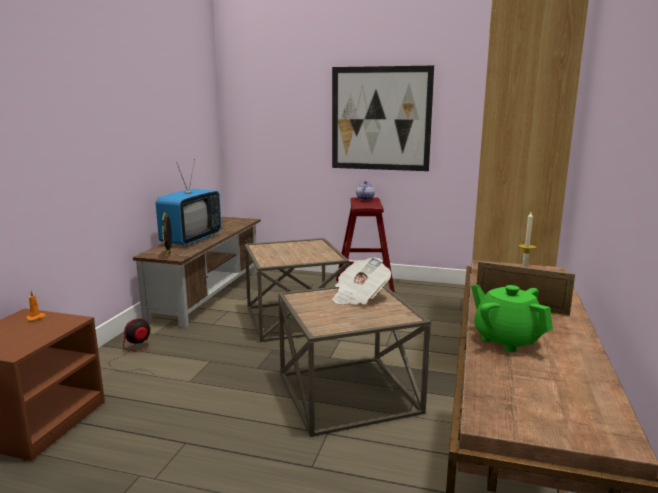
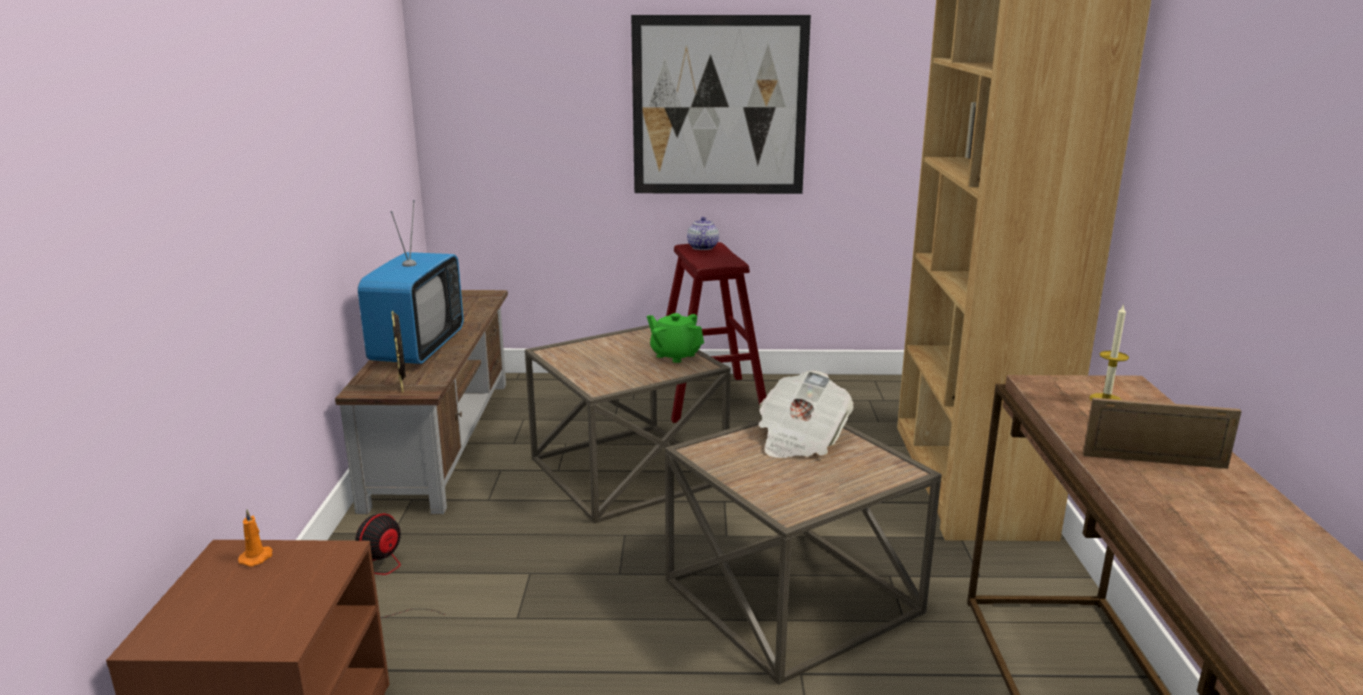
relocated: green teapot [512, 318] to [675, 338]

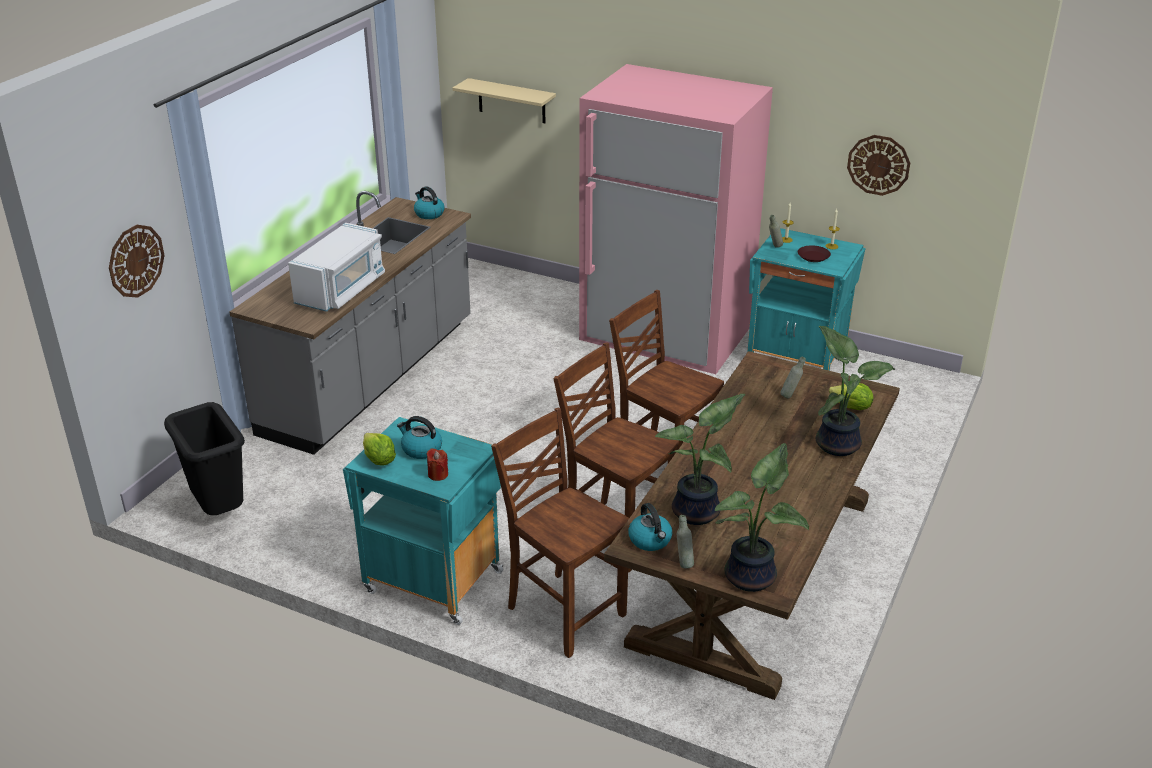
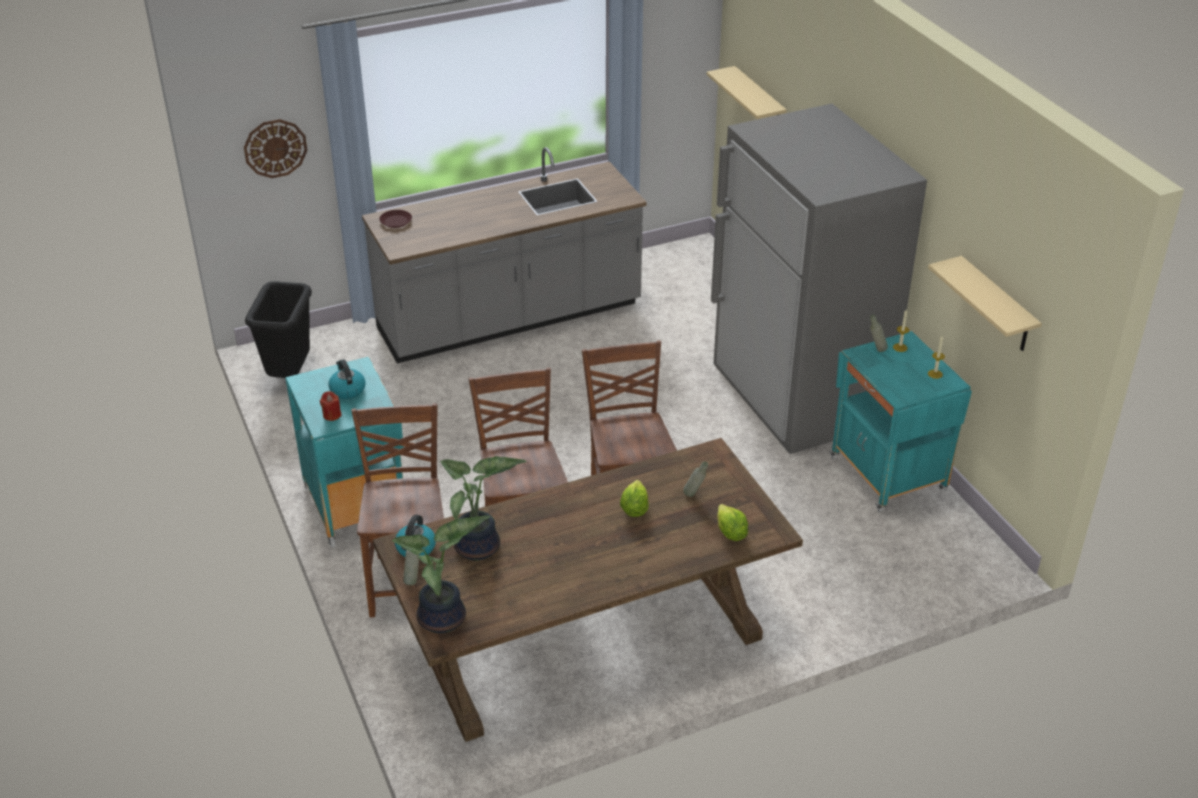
missing: kettle [429, 202]; white microwave [336, 267]; potted plant [855, 391]
relocated: brown plate [814, 253] to [395, 219]; lettuce [379, 449] to [634, 498]
exchanged: wall clock [878, 165] to beige shelf [985, 303]
colour: pink fridge [676, 219] to grey fridge [819, 279]

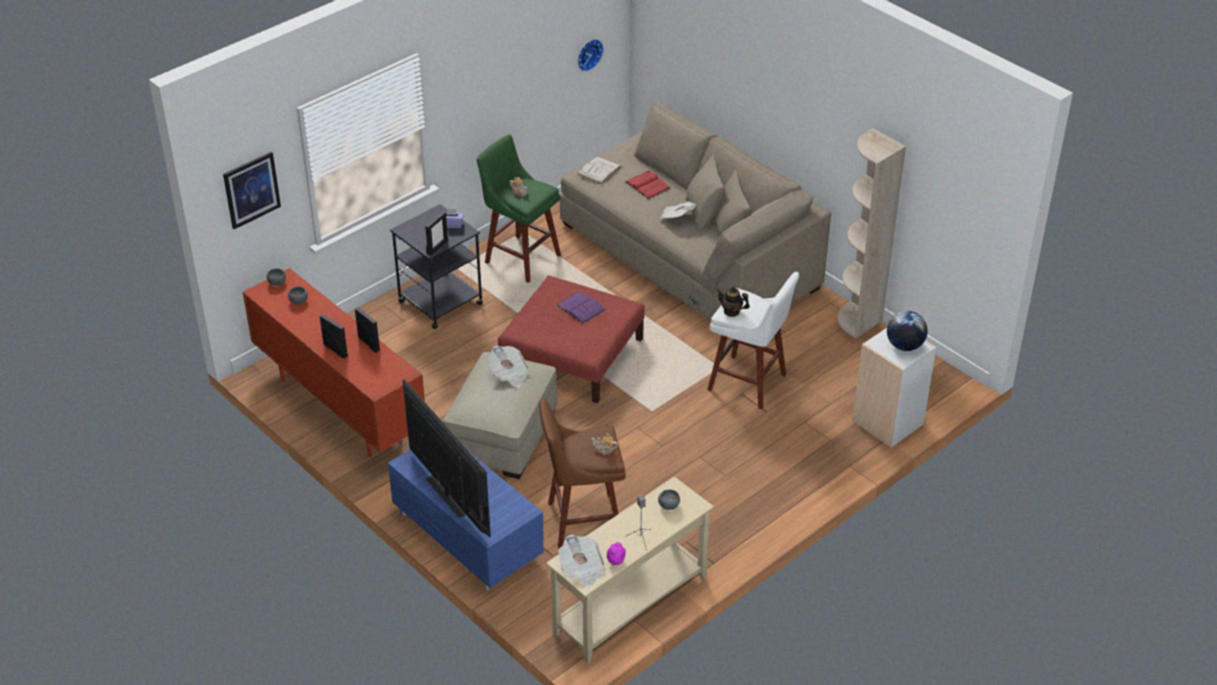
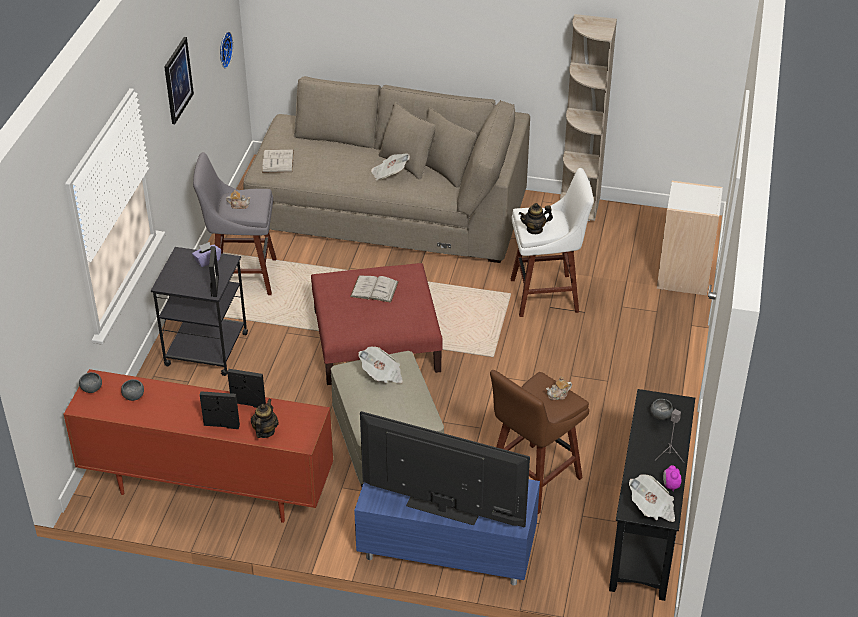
missing: red book [648, 185]; globe [907, 331]
appeared: teapot [264, 418]
relocated: picture [252, 190] to [179, 80]
colour: green stool [519, 208] to grey stool [235, 223]; purple book [581, 308] to white book [374, 289]; beige console table [630, 570] to black console table [652, 495]

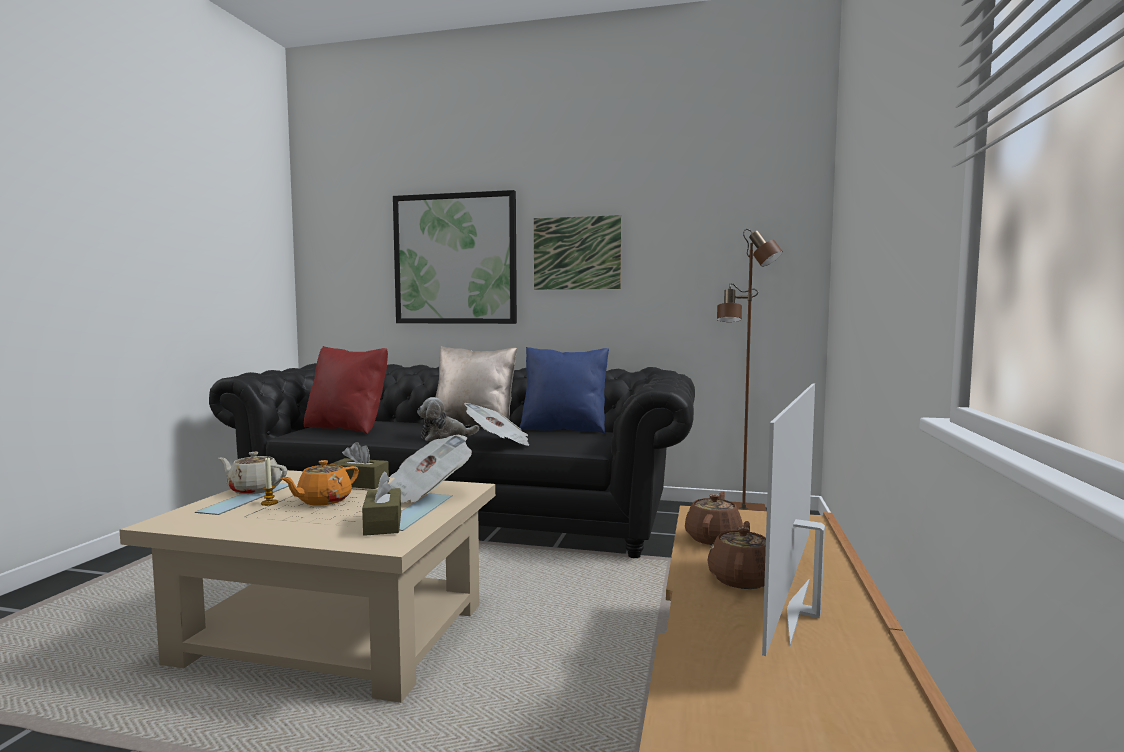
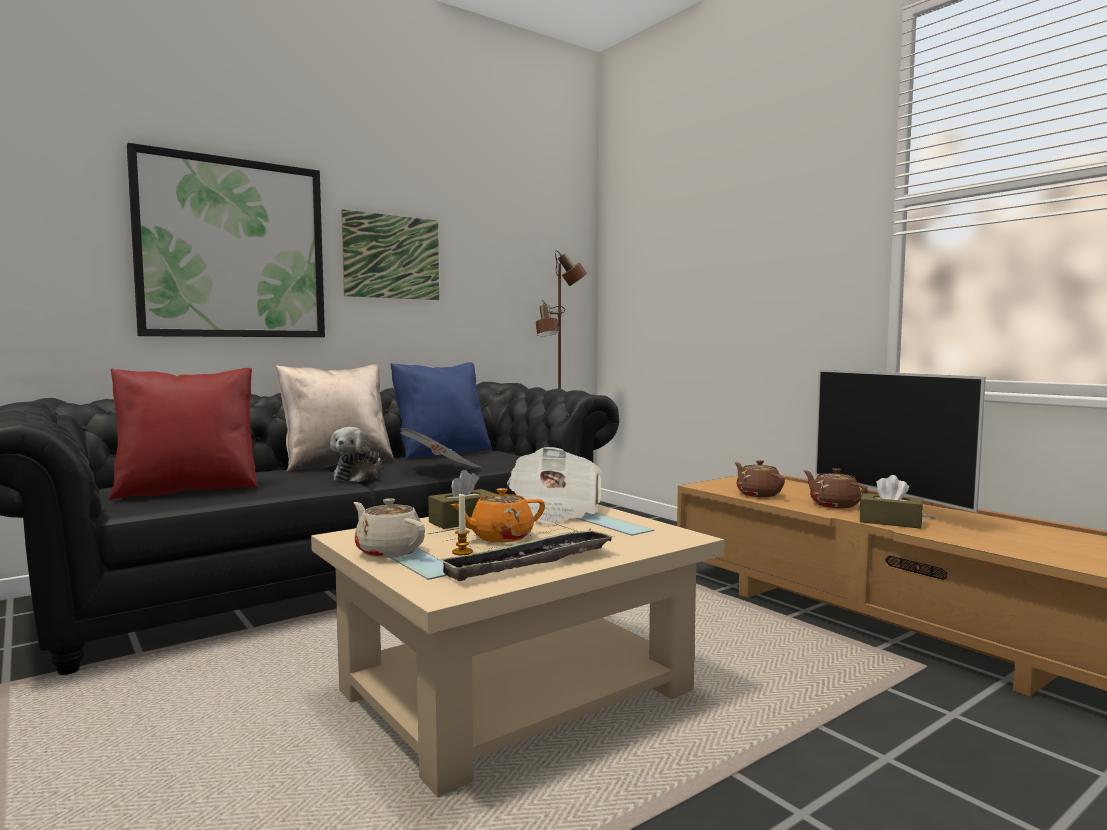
appeared: tray [526, 555]
relocated: brown tissue box [381, 503] to [891, 502]
spun: beige teapot [252, 473] = [389, 528] 75 degrees clockwise; orange teapot [319, 482] = [497, 515] 75 degrees clockwise

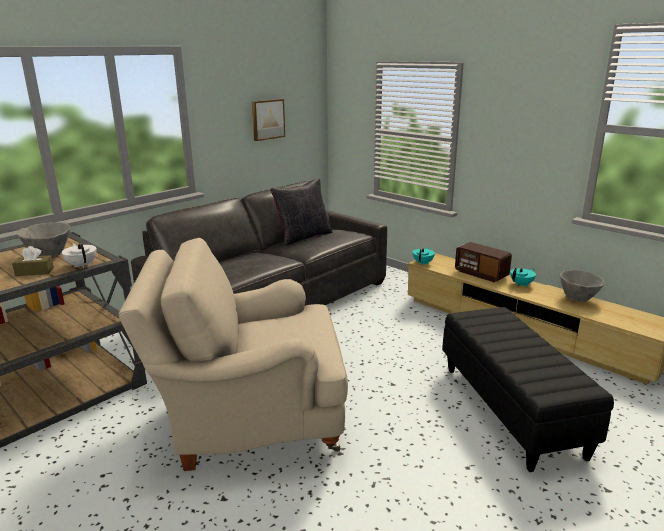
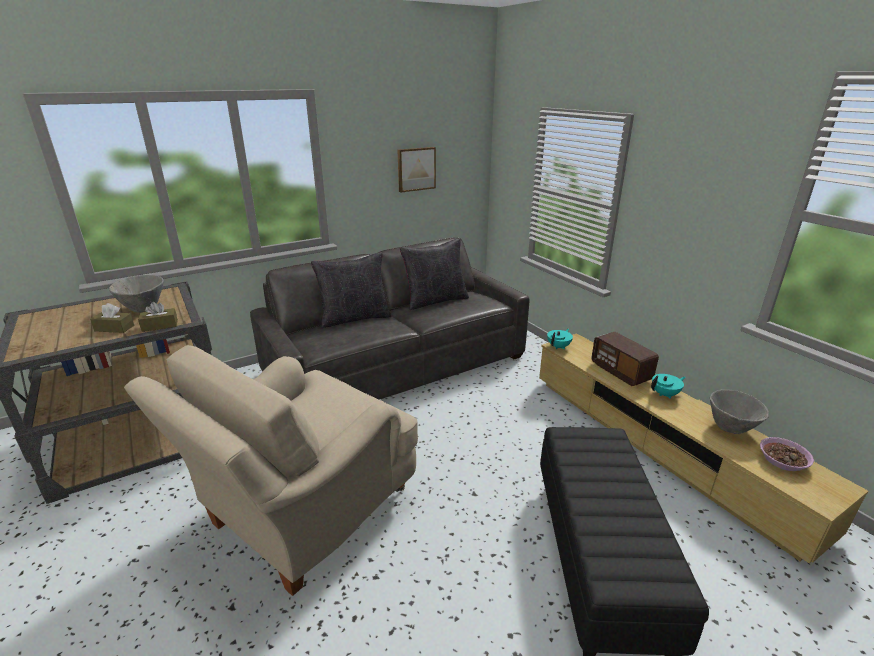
appeared: black pillow [351, 290]; bowl [787, 454]
exchanged: white teapot [79, 255] to brown tissue box [158, 317]
spun: beige armchair [233, 354] = [271, 470] 60 degrees counterclockwise

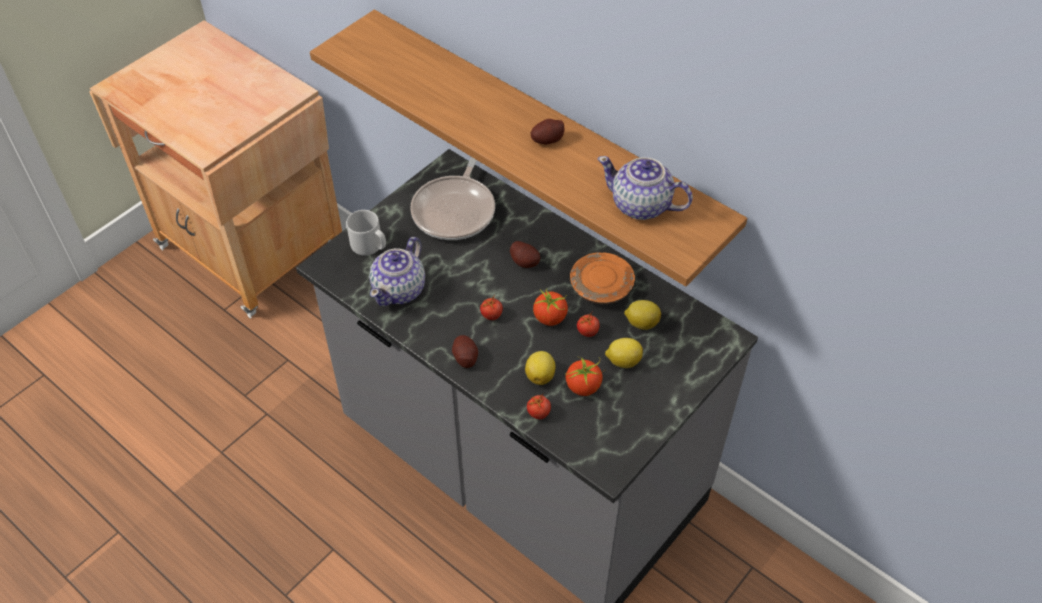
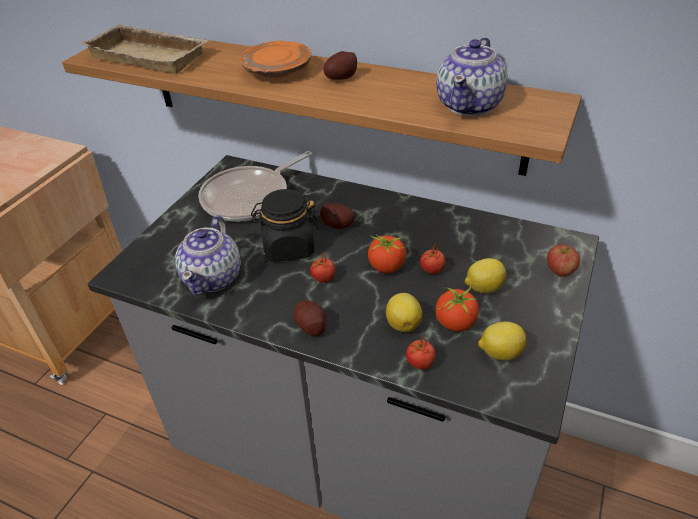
missing: grey mug [366, 233]
appeared: beige tray [144, 49]; black jar [285, 225]; apple [563, 260]
relocated: orange plate [602, 278] to [275, 60]; lemon [642, 315] to [502, 341]
spun: teapot [645, 188] = [472, 76] 75 degrees counterclockwise; frying pan [452, 198] = [255, 186] 45 degrees clockwise

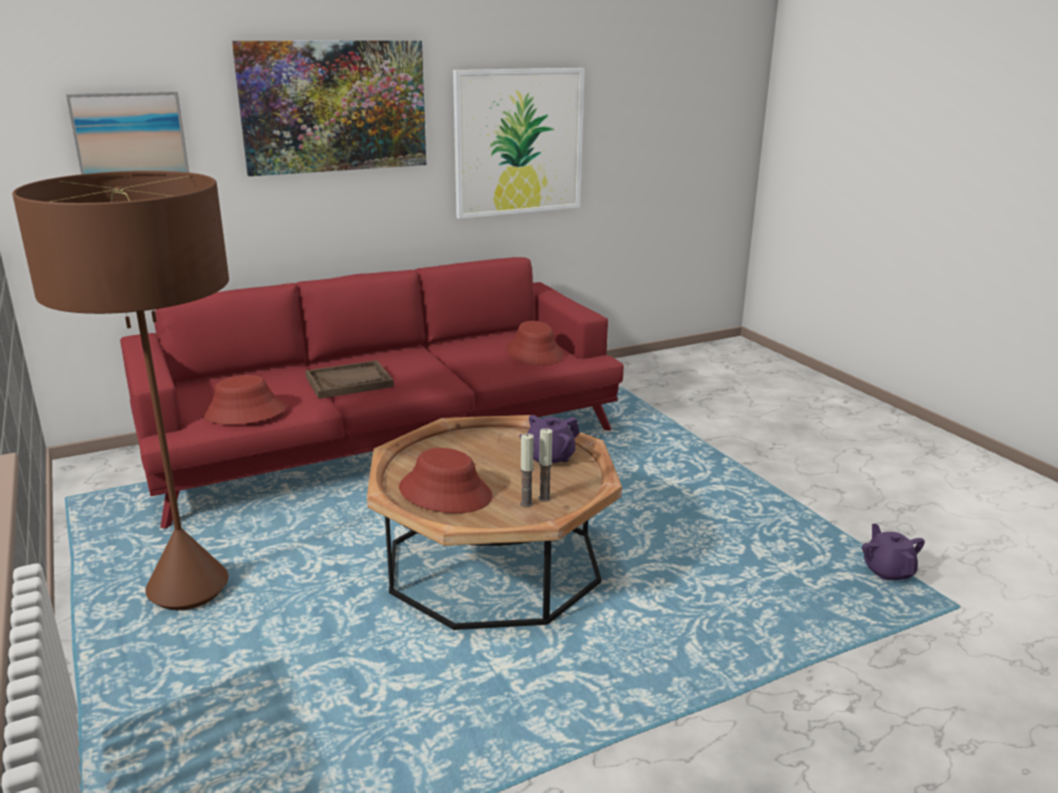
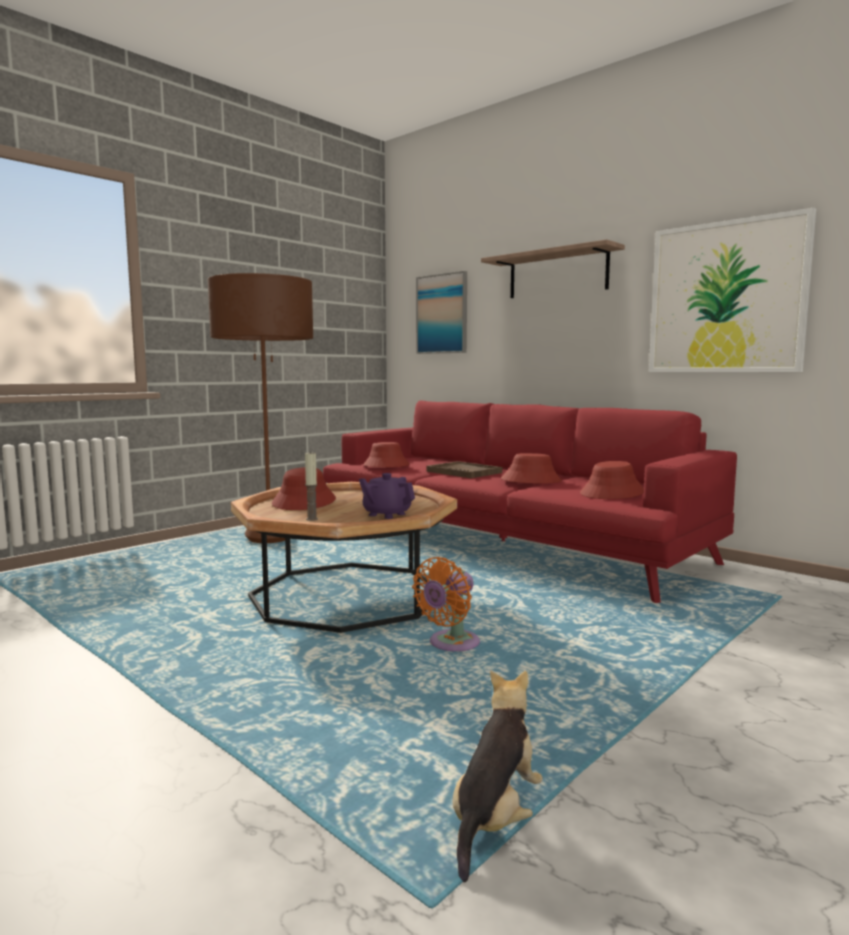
missing: candle [527, 470]
appeared: red hat [531, 468]; orange fan [446, 604]
exchanged: picture [329, 108] to shelf [553, 268]; purple teapot [893, 551] to plush toy [498, 776]

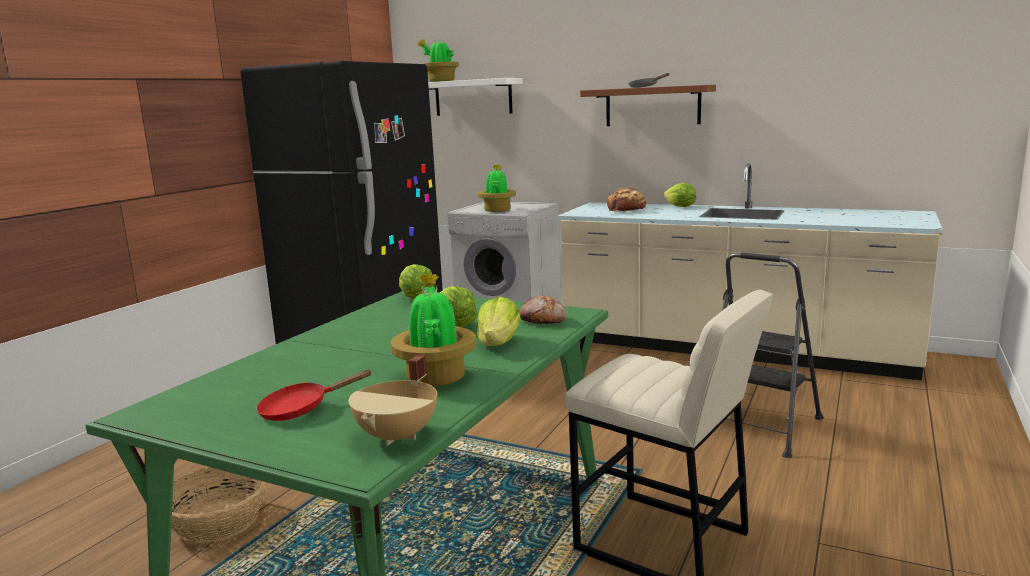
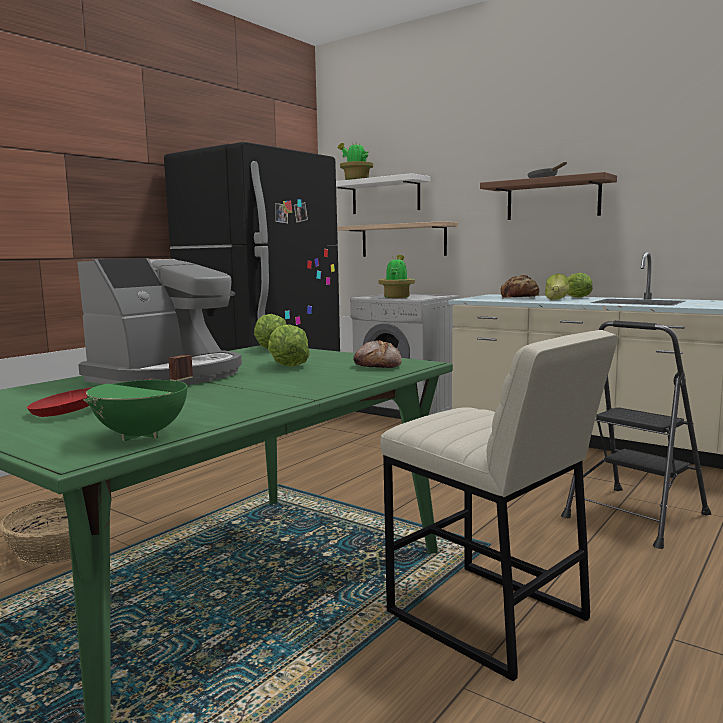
missing: potted plant [433, 330]
appeared: shelf [397, 239]; coffee machine [159, 321]
relocated: lettuce [499, 321] to [557, 287]
colour: beige cooking pot [393, 400] to green cooking pot [138, 398]

